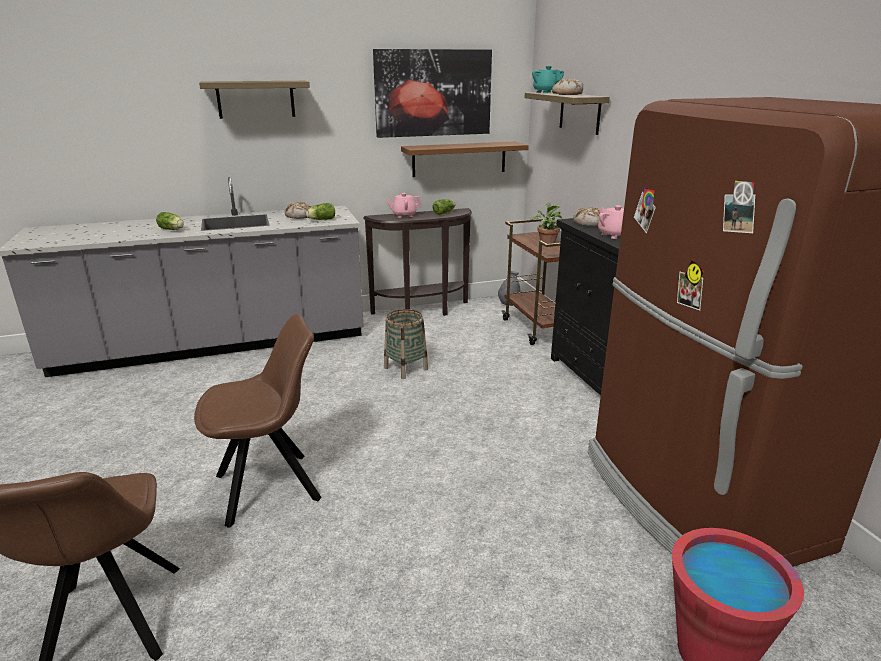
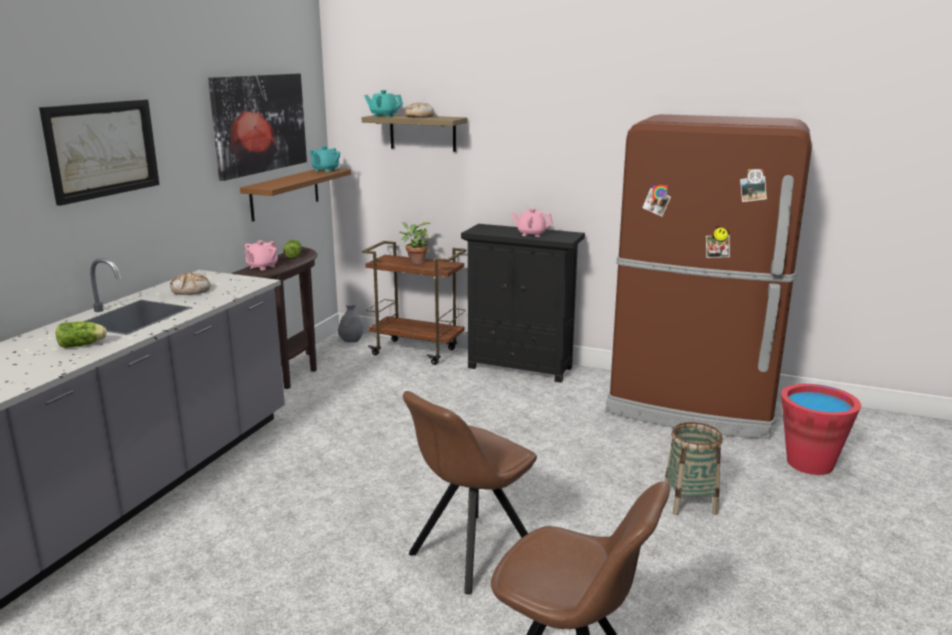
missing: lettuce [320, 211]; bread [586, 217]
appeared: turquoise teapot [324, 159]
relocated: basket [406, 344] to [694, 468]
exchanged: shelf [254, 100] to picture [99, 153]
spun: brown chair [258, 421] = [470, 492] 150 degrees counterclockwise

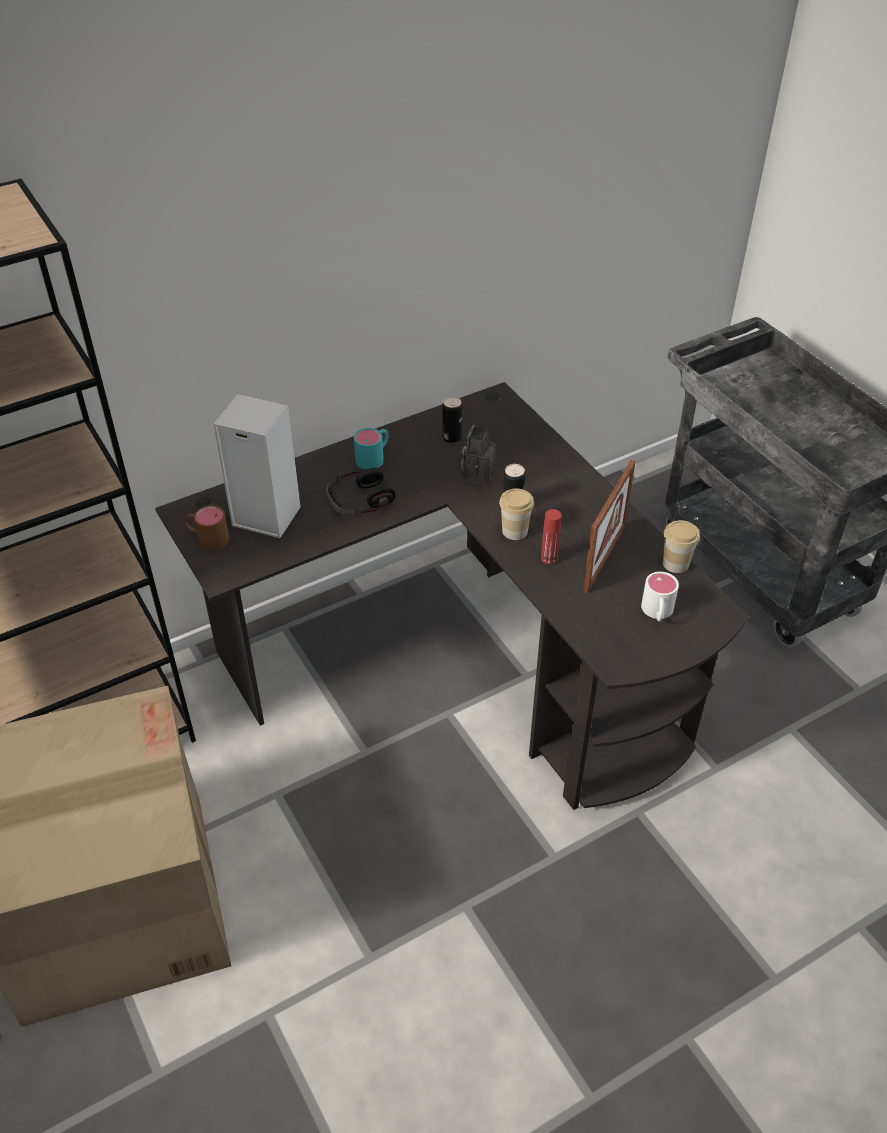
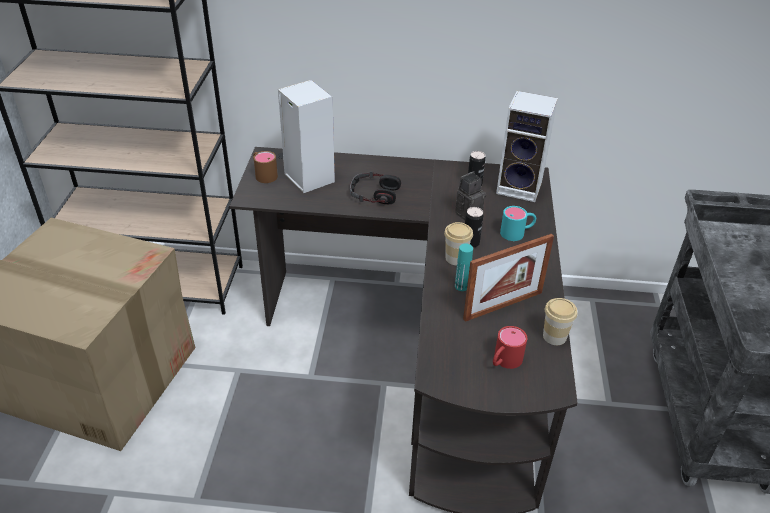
appeared: speaker [527, 146]
relocated: turquoise mug [371, 449] to [518, 223]
colour: red bottle [551, 536] to turquoise bottle [464, 267]; white mug [660, 597] to red mug [510, 347]

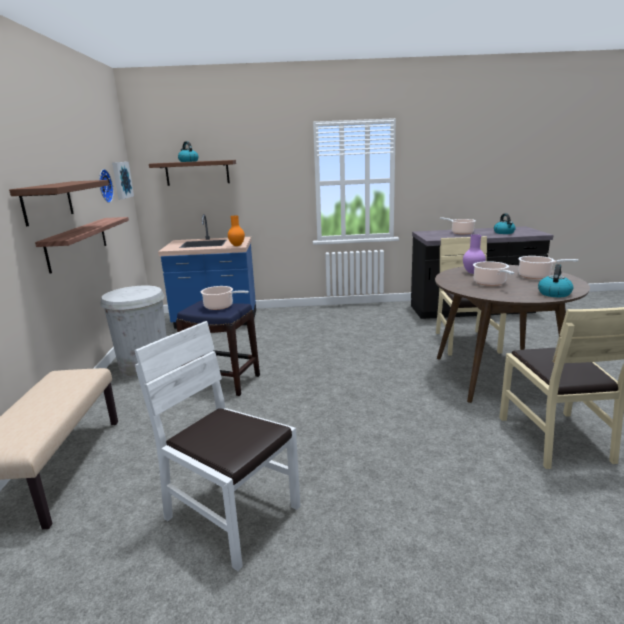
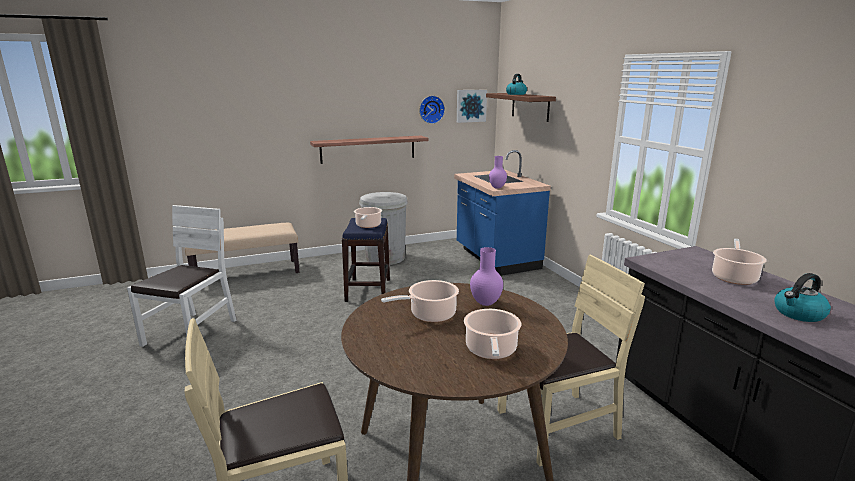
missing: brown shelf [59, 203]; kettle [555, 280]
colour: orange vase [236, 230] to purple vase [498, 172]

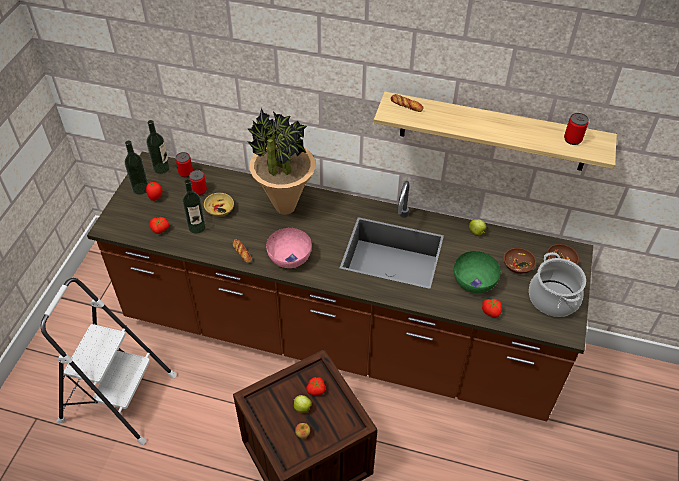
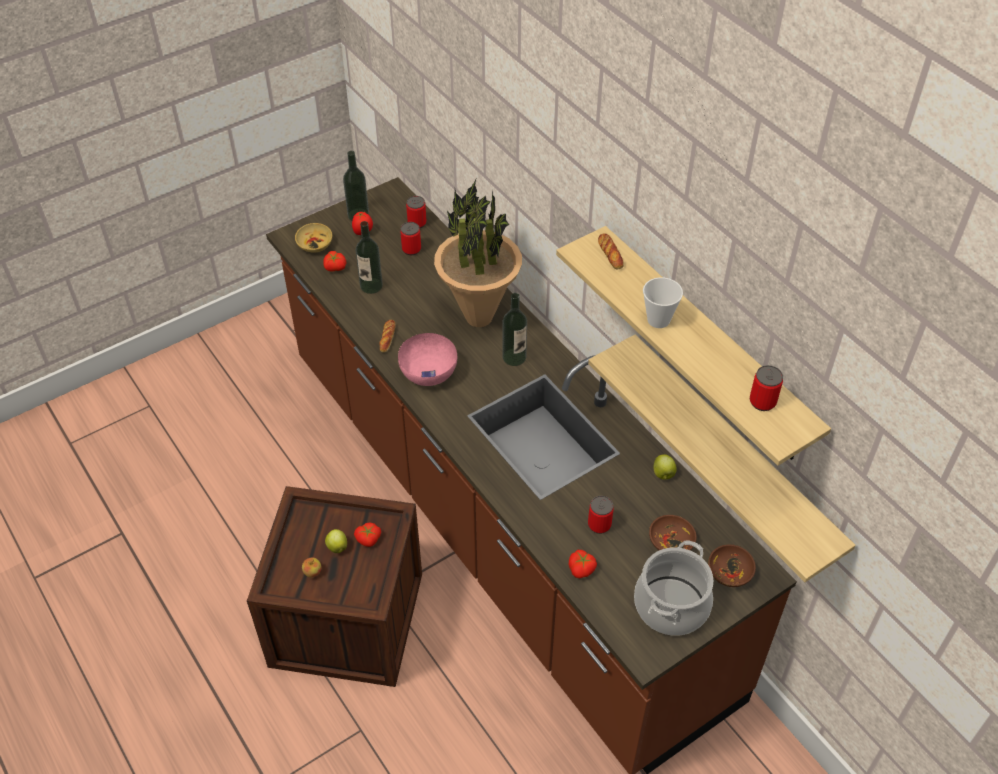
missing: white step ladder [109, 361]
appeared: cup [663, 302]; shelf [722, 458]
relocated: bottle [158, 147] to [514, 329]; beige bowl [219, 205] to [313, 237]
exchanged: green bowl [477, 272] to can [601, 515]

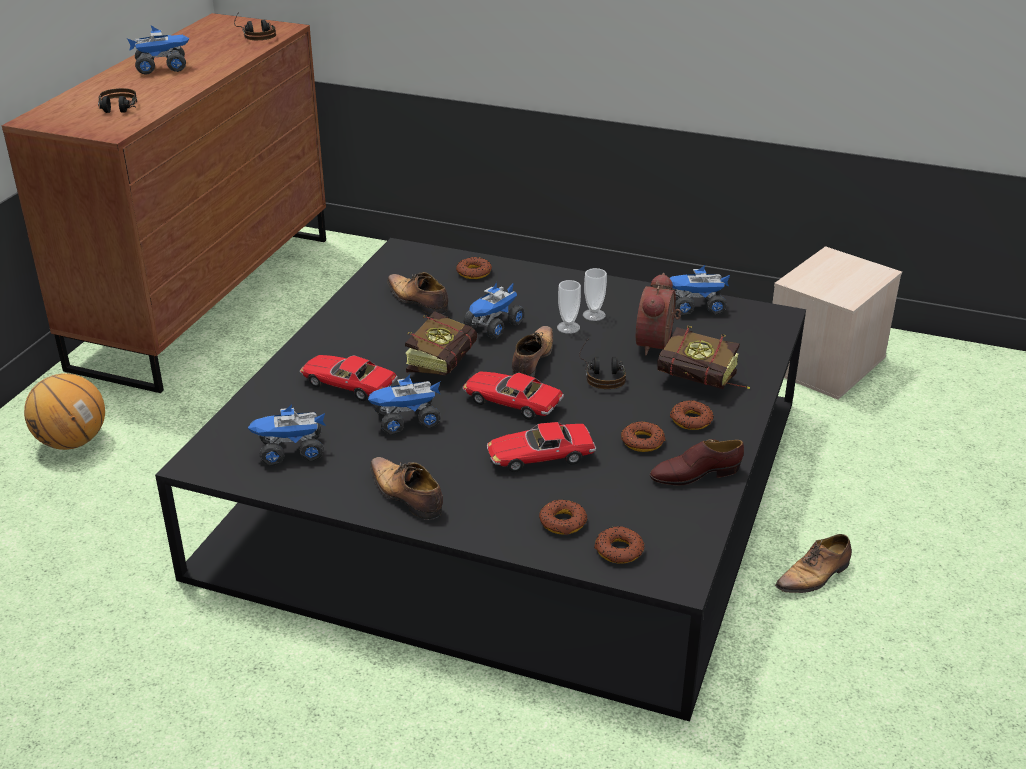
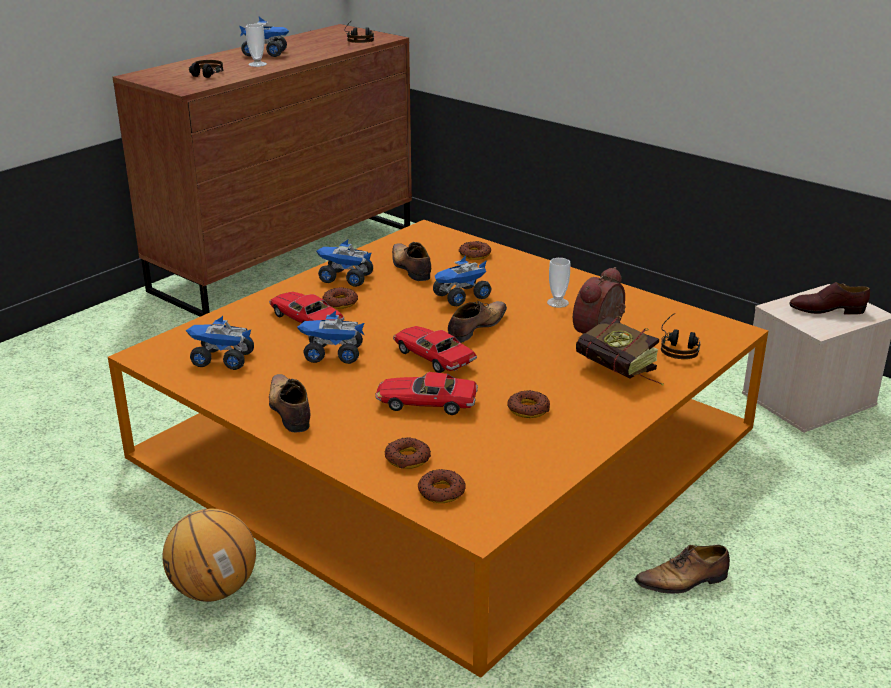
missing: book [441, 343]
relocated: toy truck [700, 290] to [344, 263]; cup [569, 307] to [256, 45]; headphones [602, 363] to [680, 336]; basketball [64, 411] to [209, 555]; donut [692, 415] to [340, 298]; brown shoe [697, 462] to [829, 298]
colour: black coffee table [480, 480] to orange coffee table [438, 449]

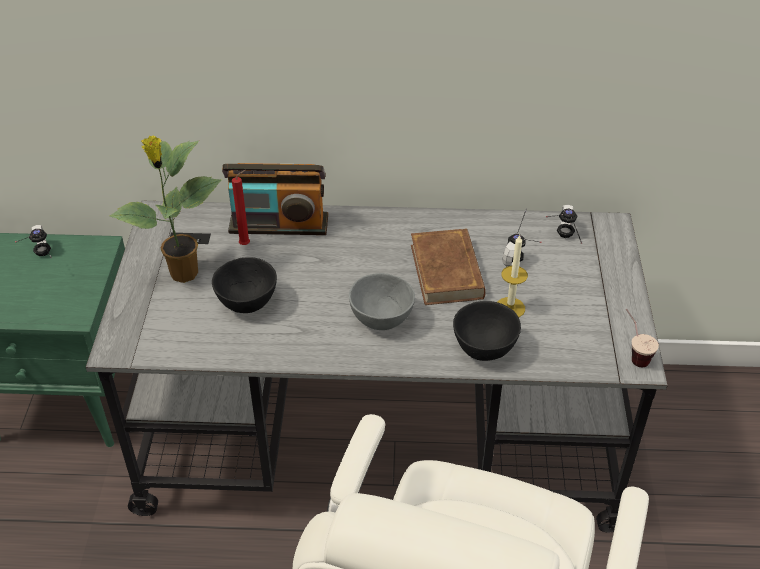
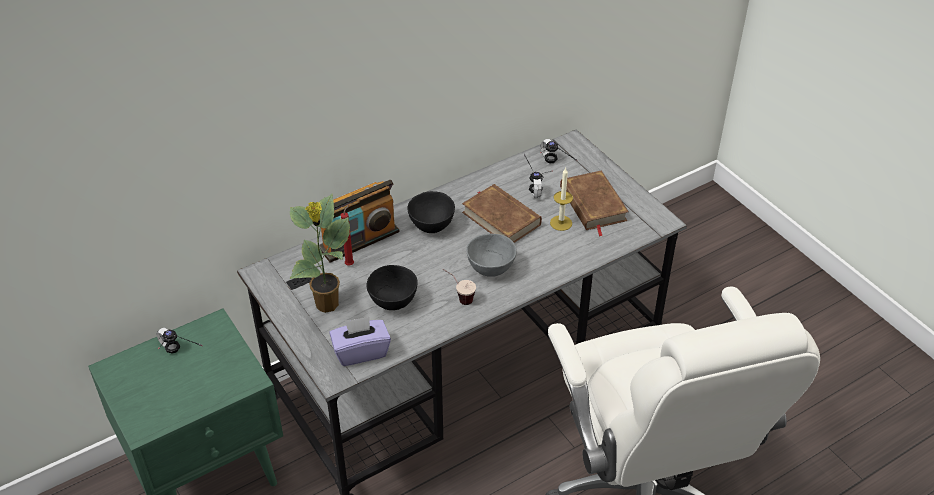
appeared: brown book [594, 203]; purple tissue box [360, 341]
relocated: black bowl [487, 331] to [431, 212]; cup [642, 338] to [459, 287]

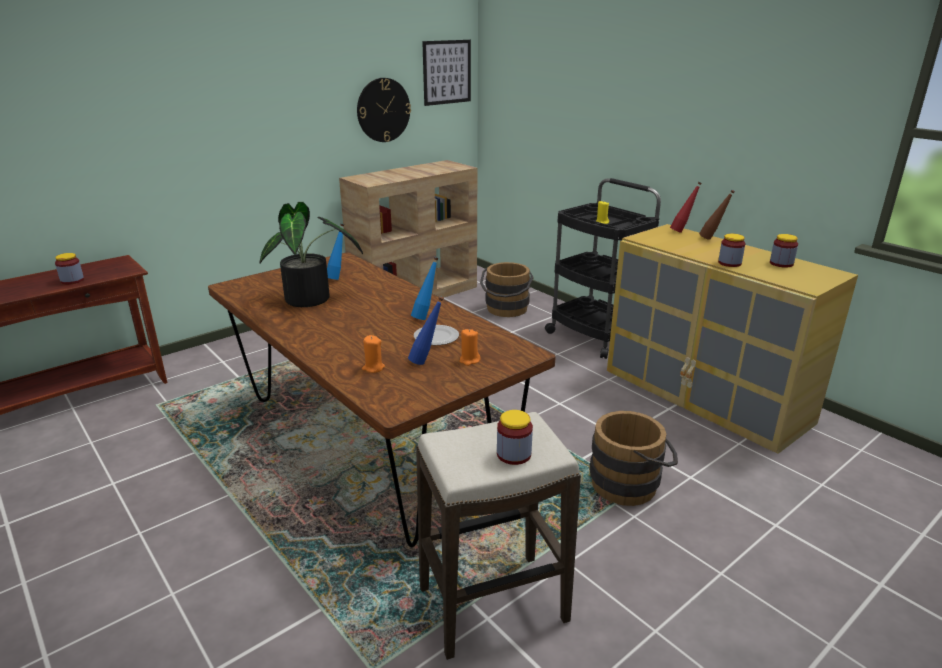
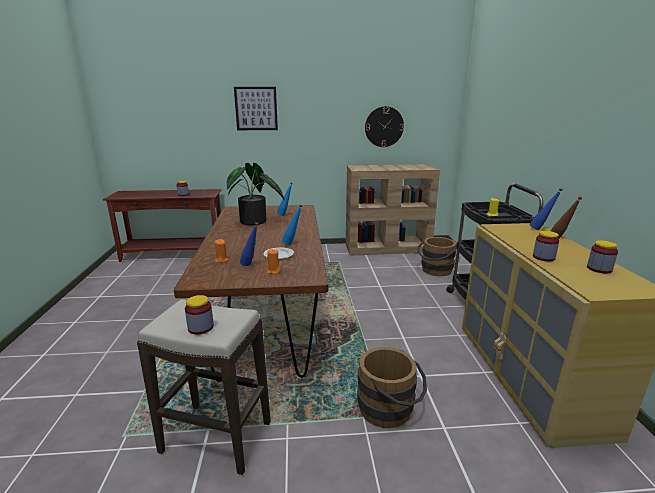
relocated: picture [446, 73] to [256, 108]
colour: red bottle [686, 207] to blue bottle [546, 209]

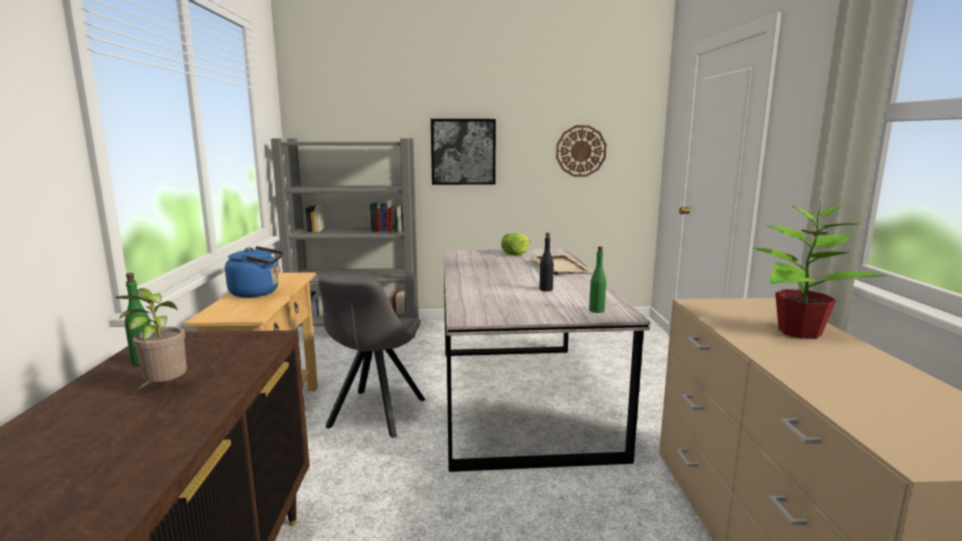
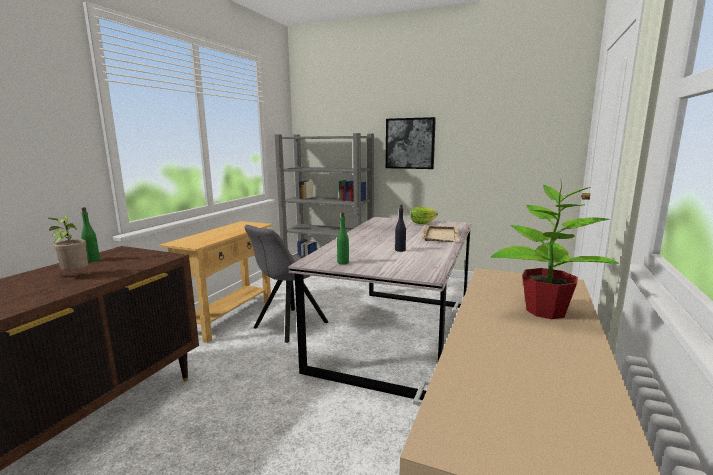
missing: wall clock [581, 151]; blue kettle [254, 271]
relocated: green bottle [597, 279] to [343, 238]

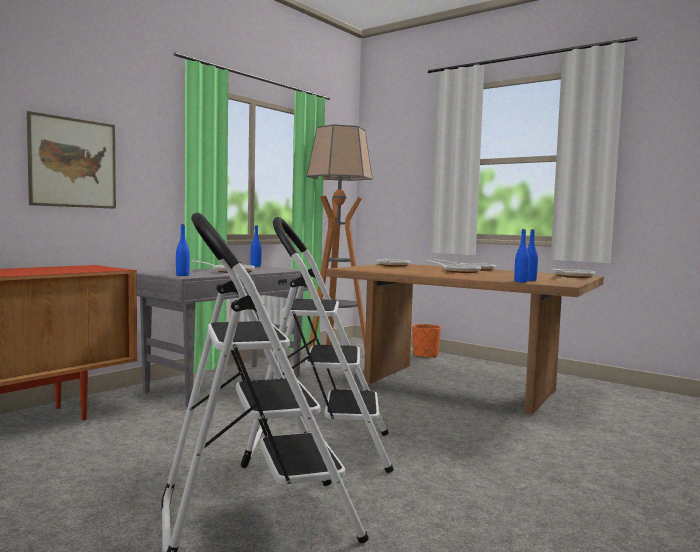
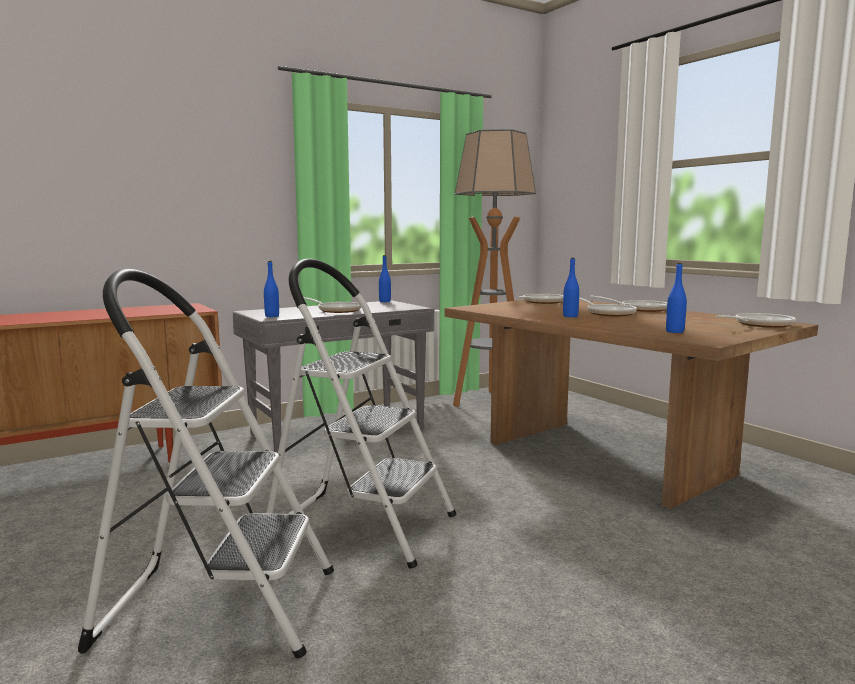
missing: picture [71, 160]; orange planter [426, 341]
relocated: blue bottle [521, 255] to [571, 287]

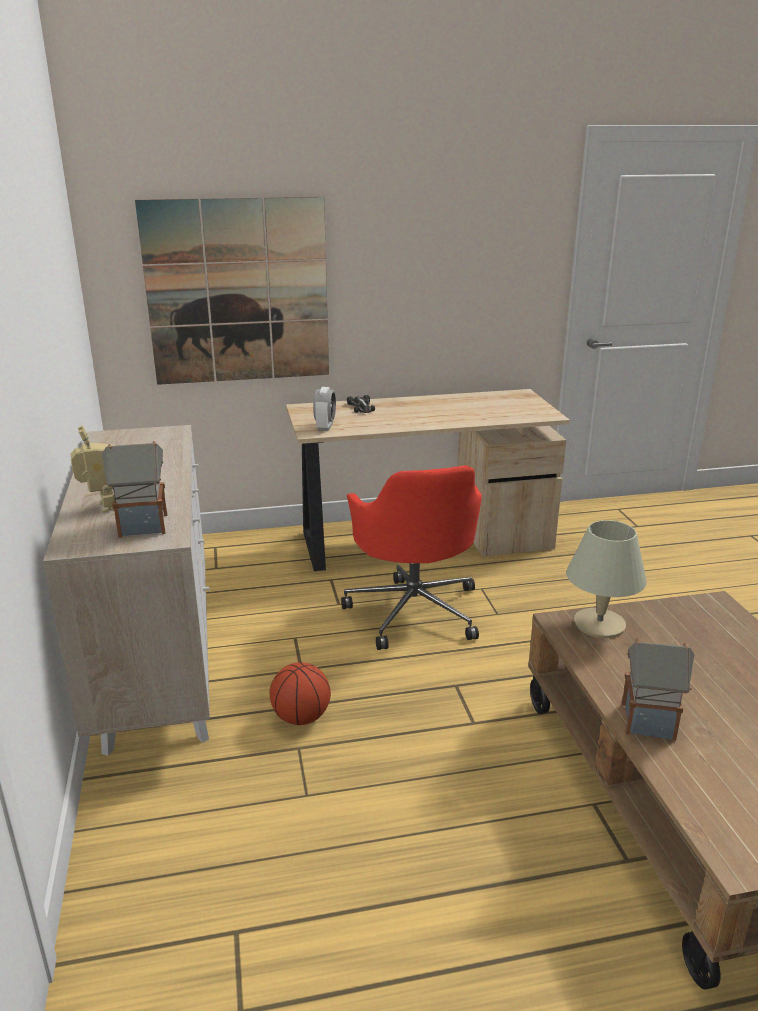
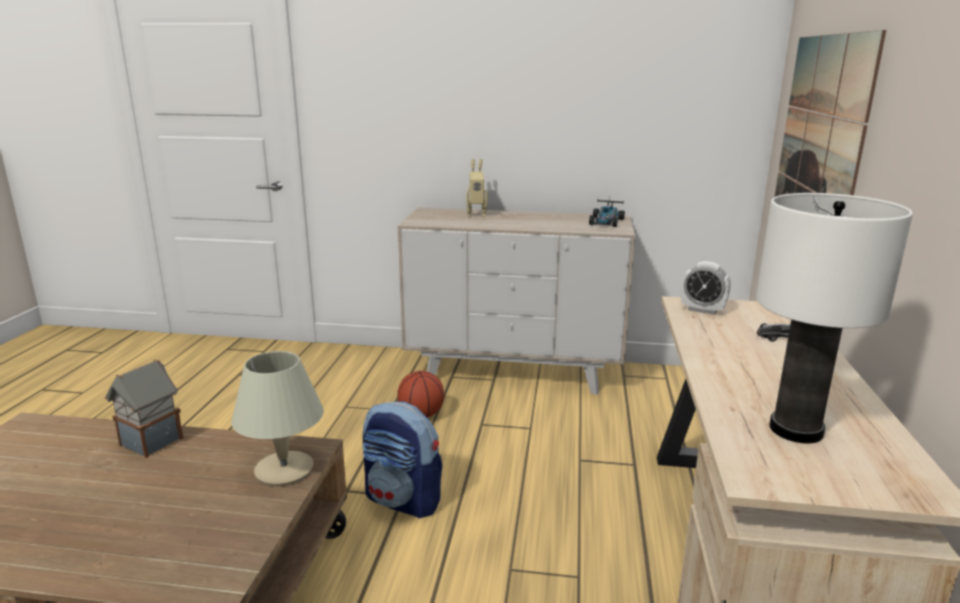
missing: toy house [134, 489]; red office chair [411, 557]
appeared: white table lamp [834, 318]; toy car [607, 212]; backpack [403, 460]

